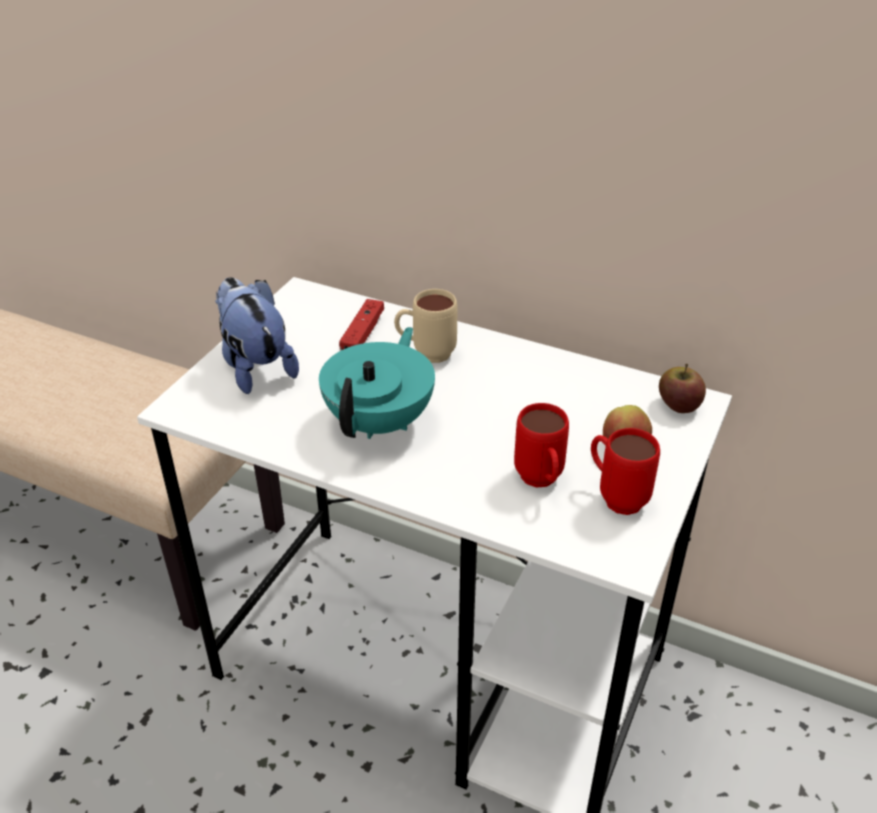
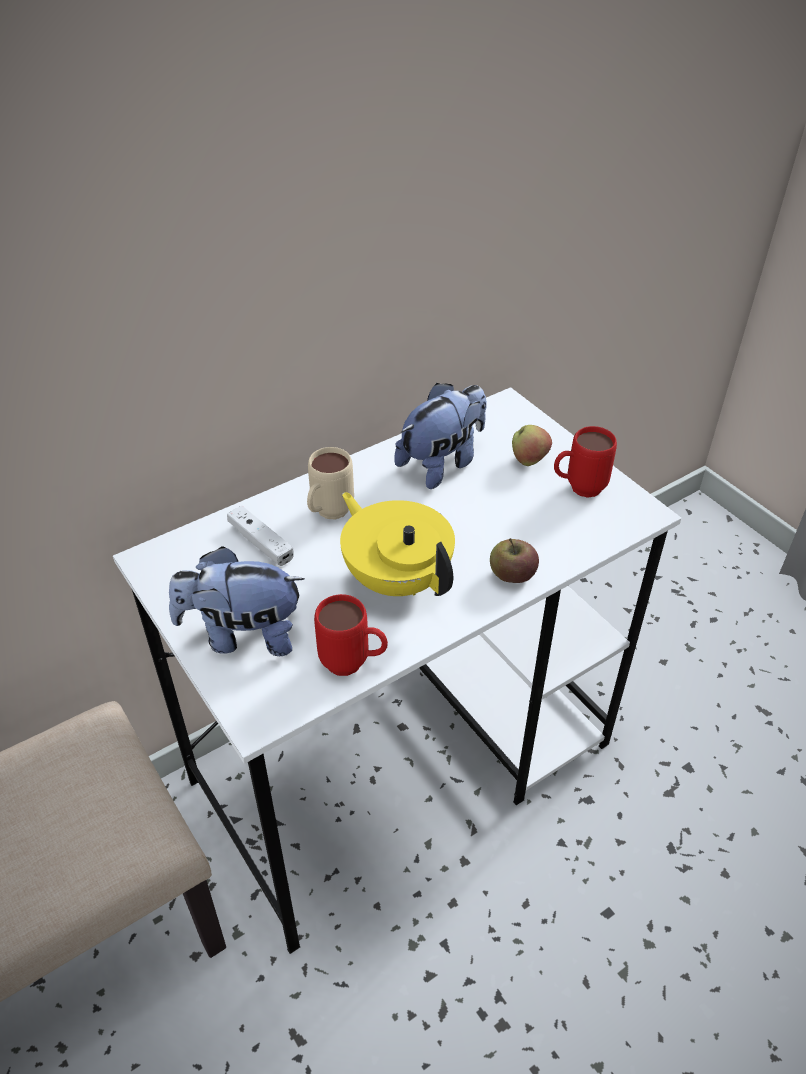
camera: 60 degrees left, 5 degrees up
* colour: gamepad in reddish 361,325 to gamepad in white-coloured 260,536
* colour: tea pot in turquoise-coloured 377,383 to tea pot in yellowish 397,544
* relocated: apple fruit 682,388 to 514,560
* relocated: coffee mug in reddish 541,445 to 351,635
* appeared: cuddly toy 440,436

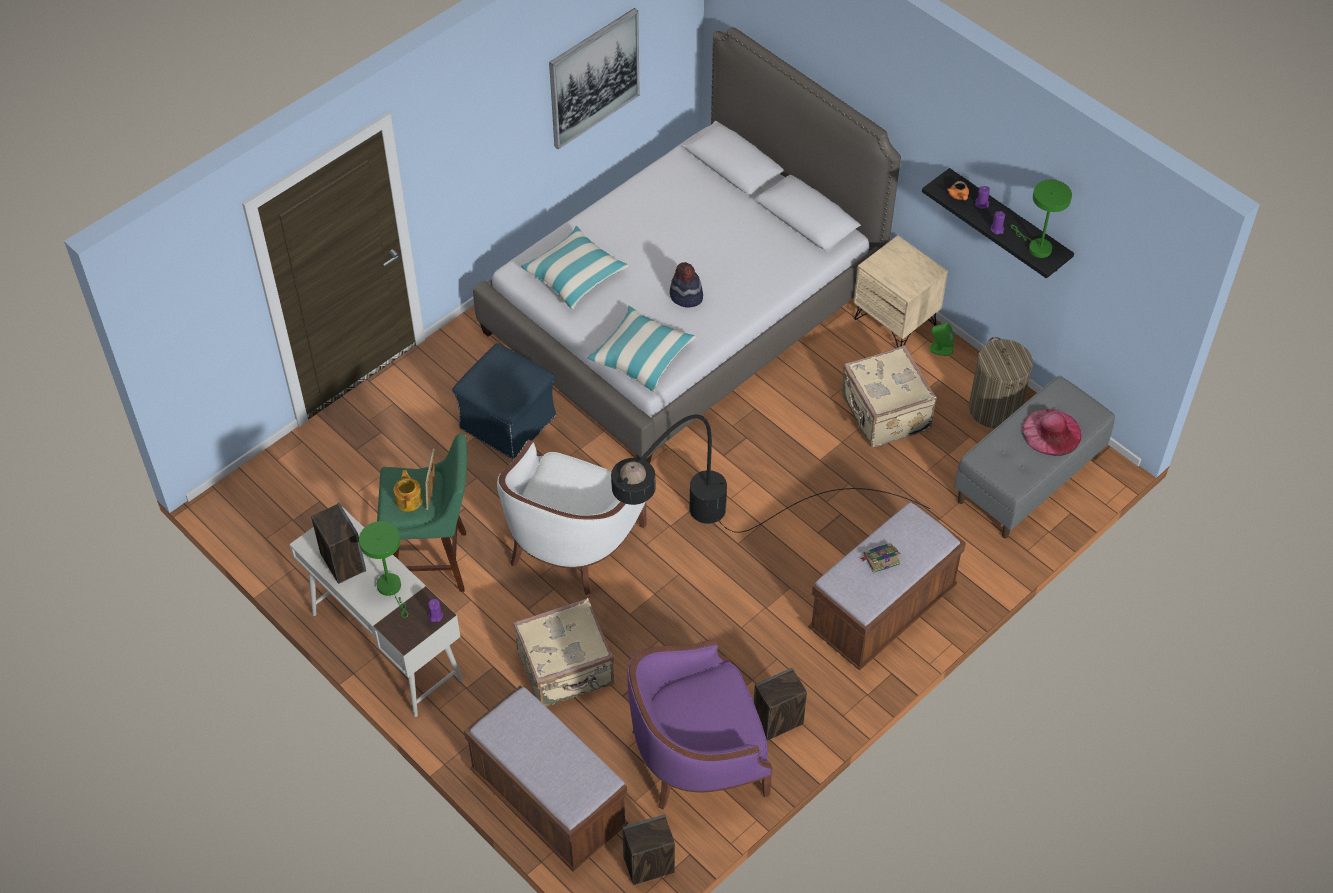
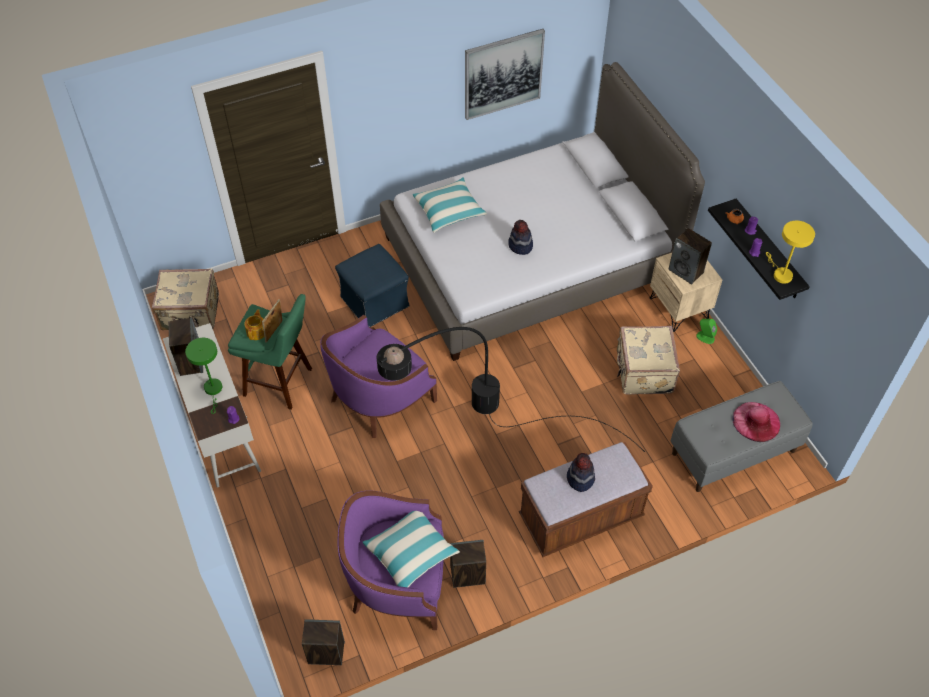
camera: 20 degrees right, 0 degrees up
* colour: tabletop lamp in green-coloured 1041,219 to tabletop lamp in yellowish 790,252
* relocated: pillow 642,349 to 411,549
* missing: washing basket 1001,383
* colour: easy chair in white-coloured 571,517 to easy chair in purple 378,376
* exchanged: volume 880,558 to clothing hat 581,472
* relocated: suitcase in beige-coloured 563,652 to 185,299
* missing: long seat in brown 546,778
* appeared: speaker 690,256

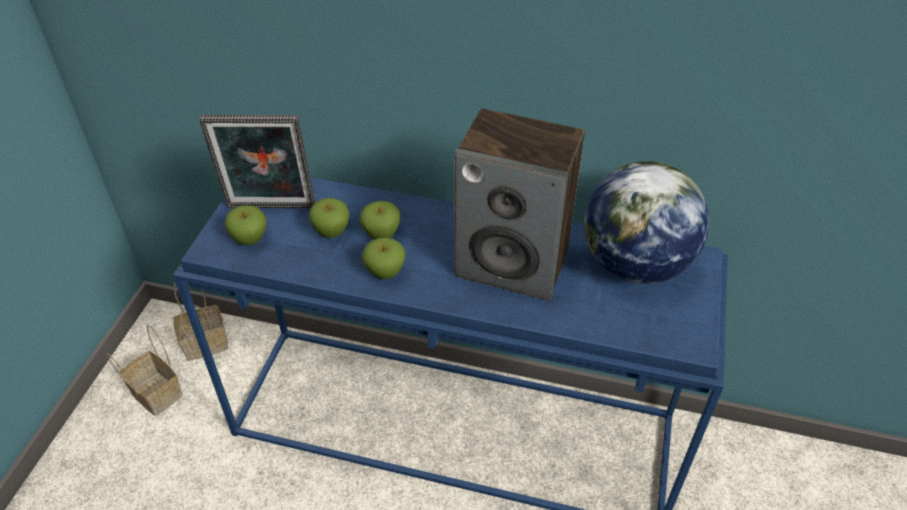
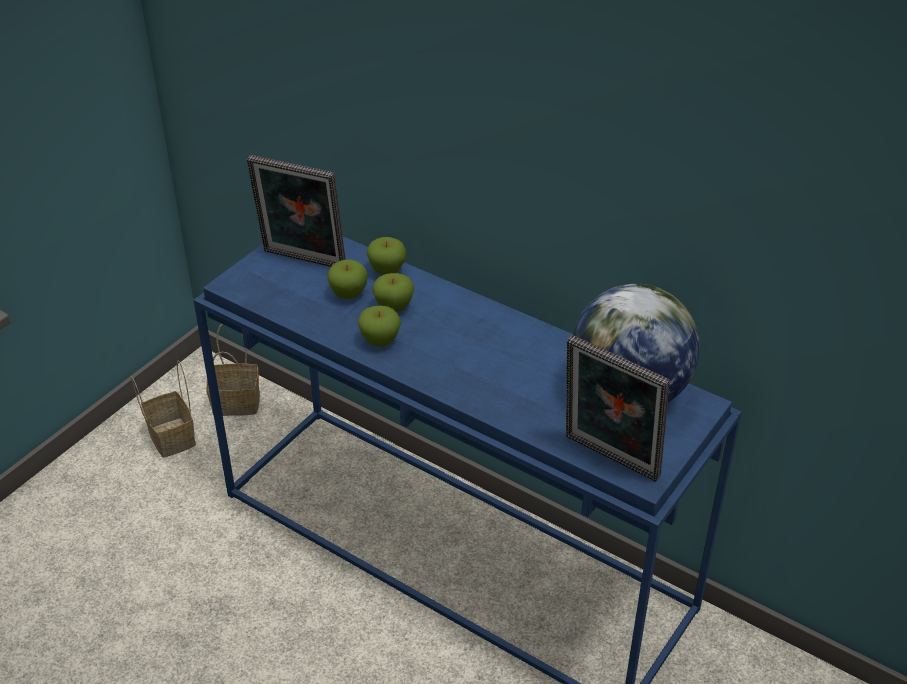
camera: 20 degrees right, 5 degrees down
* missing: speaker 519,204
* relocated: apple fruit 245,225 to 386,256
* appeared: photo frame 618,408

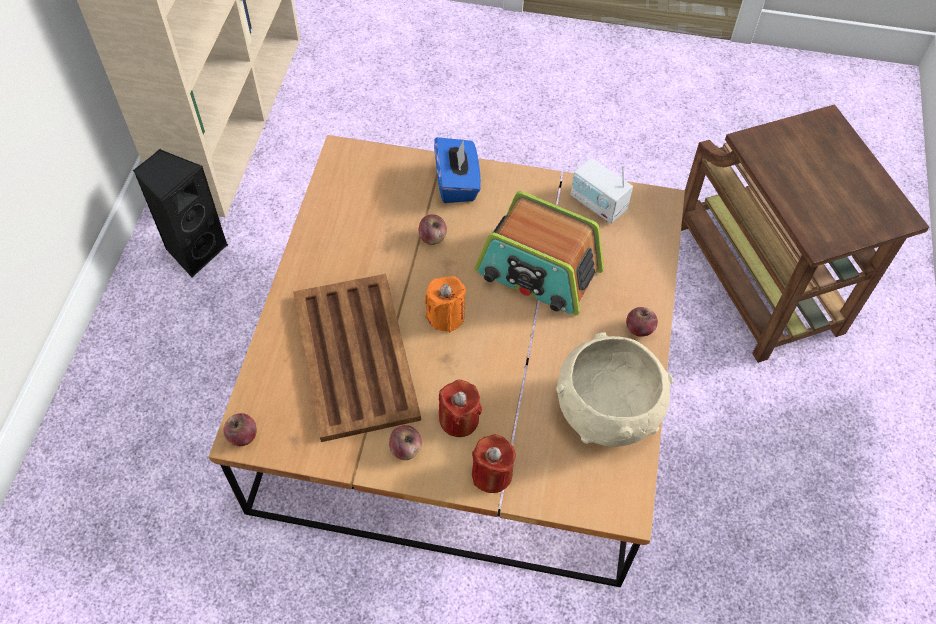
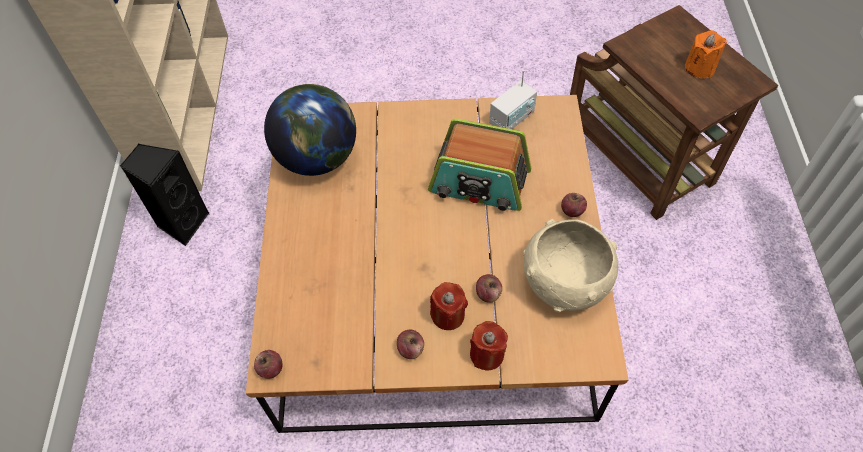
camera: 10 degrees left, 0 degrees up
* missing: box of tissues in bluish 457,170
* spun: radio receiver 602,191 = 513,99 75 degrees counterclockwise
* relocated: apple fruit 433,229 to 489,288
* missing: tray in brown 357,358
* relocated: wax light in orangey 445,304 to 706,54
* appeared: world globe 310,130

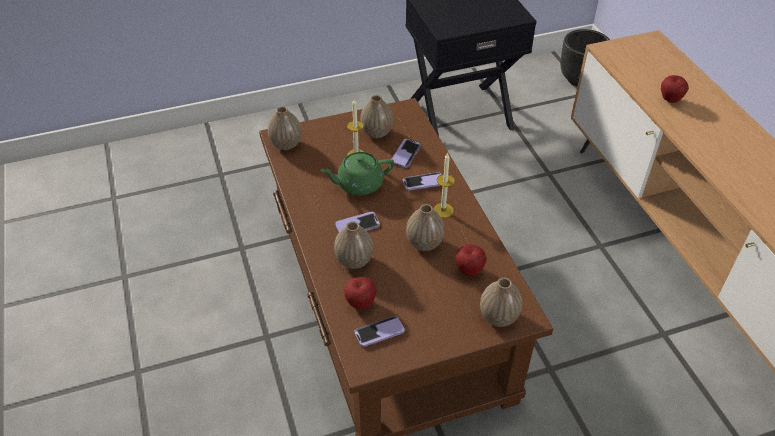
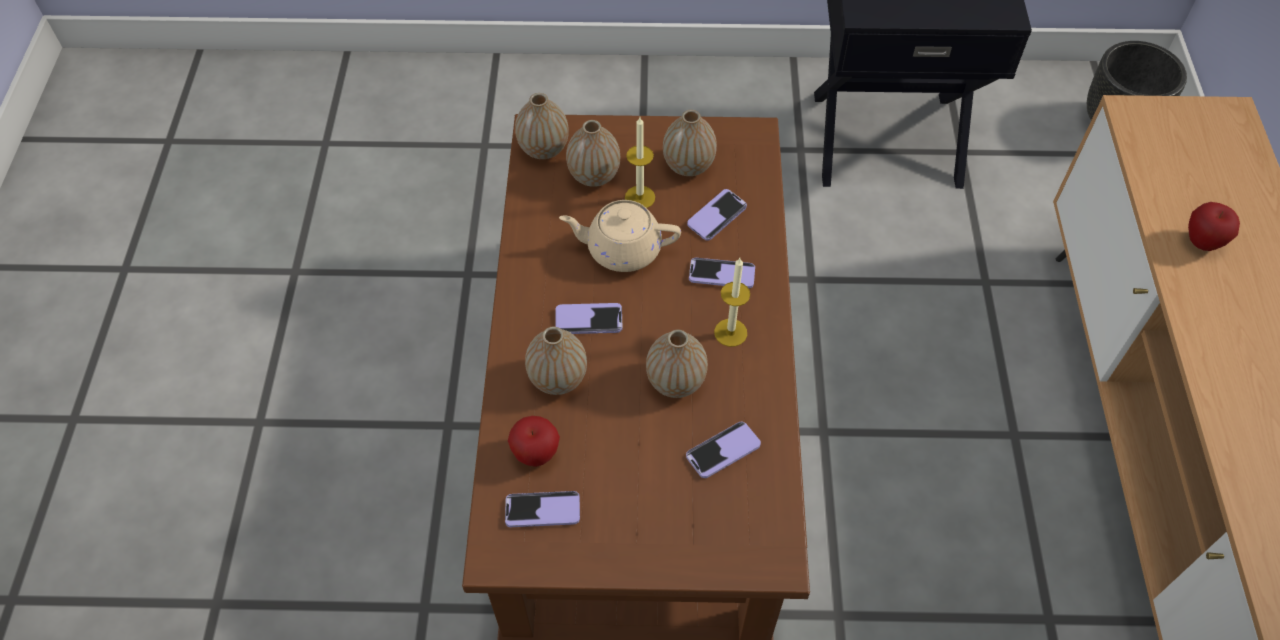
camera: 20 degrees right, 10 degrees up
* colour: tea pot in green-coloured 357,173 to tea pot in beige-coloured 620,236
* exchanged: apple fruit 471,260 to phone 723,450
* relocated: flower vase 501,302 to 593,153

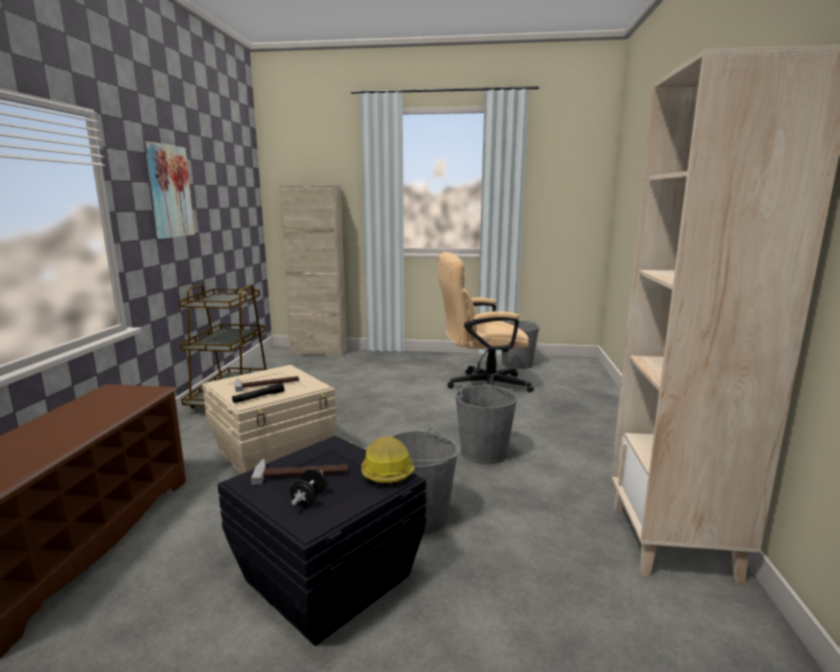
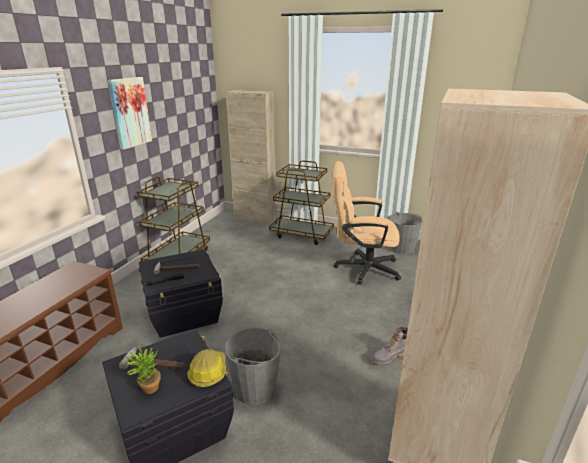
camera: 15 degrees right, 10 degrees up
* colour: storage box in beige-coloured 269,419 to storage box in black 181,293
* missing: water bucket in greyish 486,423
* exchanged: hand weight in black 308,487 to potted plant 141,369
* appeared: trolley in brown 301,202
* appeared: tall boot in greyish 389,346

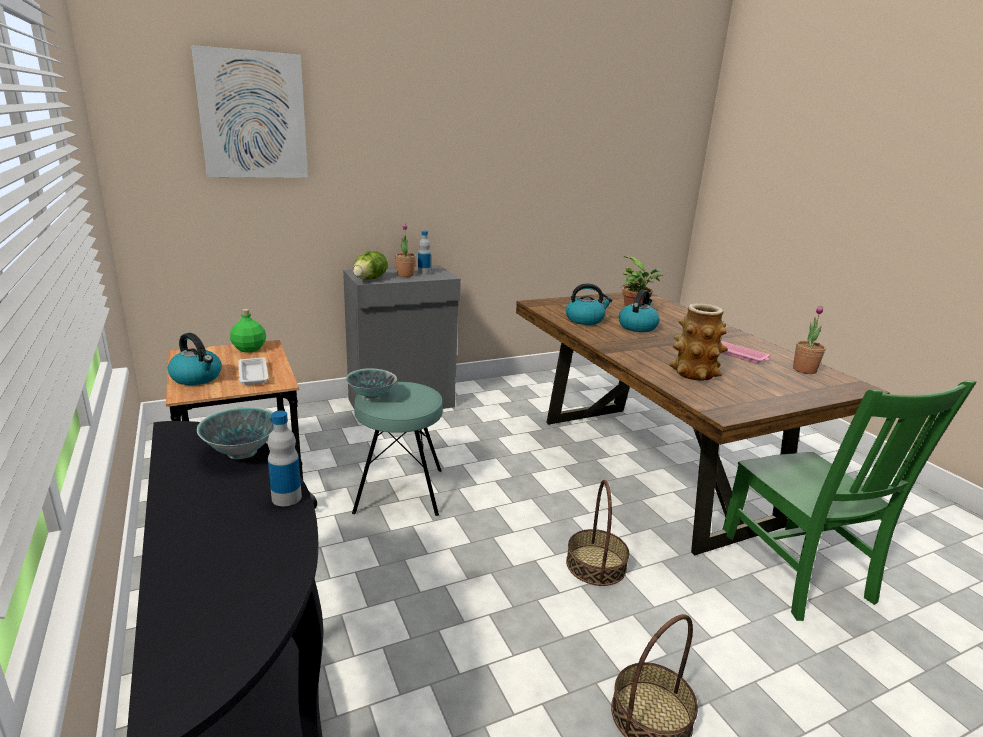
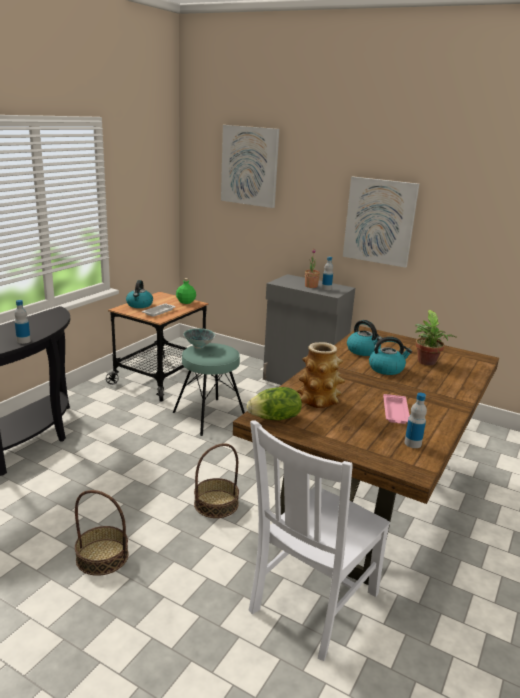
camera: 55 degrees right, 0 degrees up
* relocated: head of lettuce 370,265 to 274,403
* exchanged: potted plant 809,340 to drink bottle 415,420
* colour: chair in green-coloured 849,500 to chair in white-coloured 319,540
* missing: bowl 235,433
* appeared: wall picture 381,222

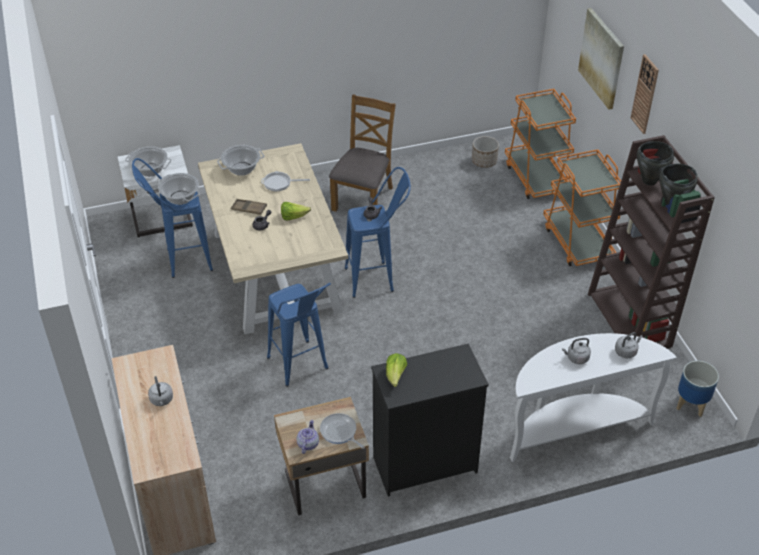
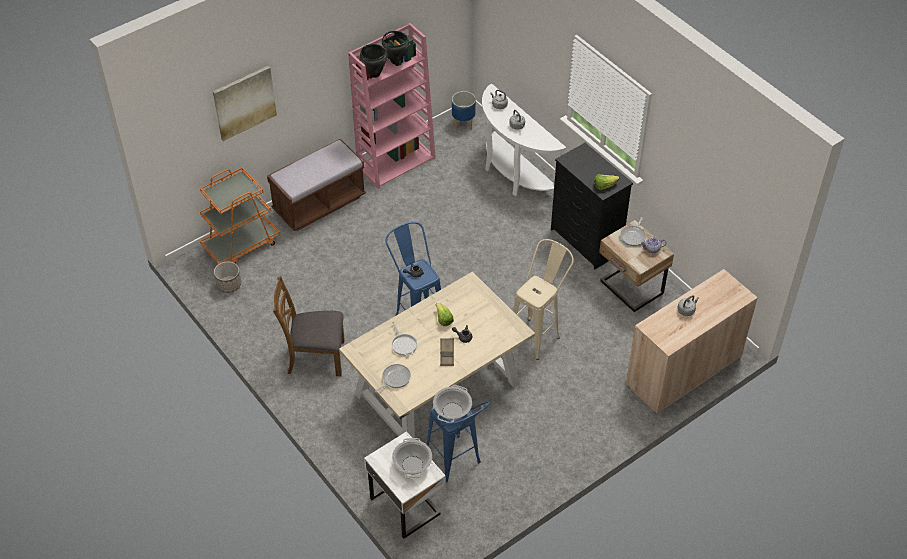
camera: 110 degrees left, 5 degrees up
* missing: clock on the wall 645,94
* colour: shelving unit in brown 651,241 to shelving unit in pink 392,106
* exchanged: cooking pot 240,160 to skillet 393,378
* exchanged: trolley in orangey 582,207 to long seat in brown 316,185
* colour: sitting stool in bluish 299,335 to sitting stool in beige-coloured 543,299

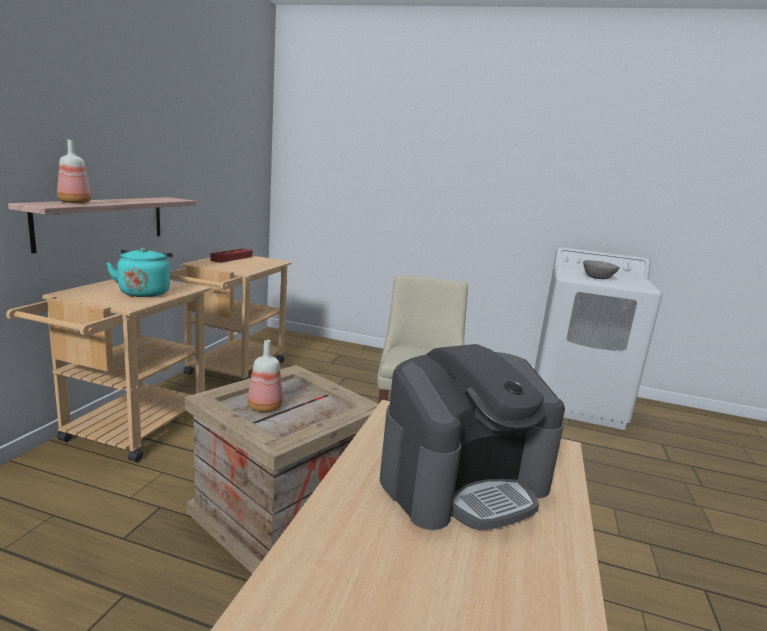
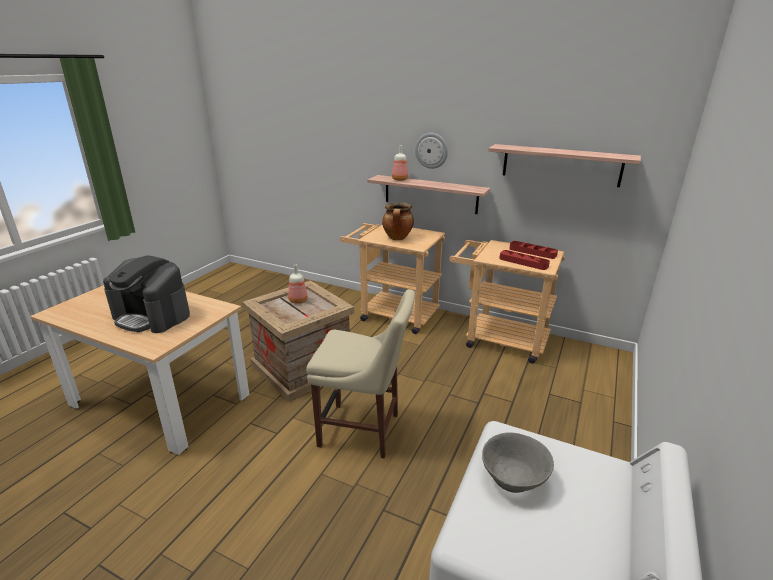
camera: 100 degrees right, 10 degrees up
* exchanged: water kettle in turquoise-coloured 139,272 to cooking pot 398,221
* spun: coffee brewer 472,437 = 146,294 45 degrees counterclockwise
* appeared: clock on the wall 431,151
* appeared: bracket shelf 564,165
* appeared: tray in reddish 524,260

